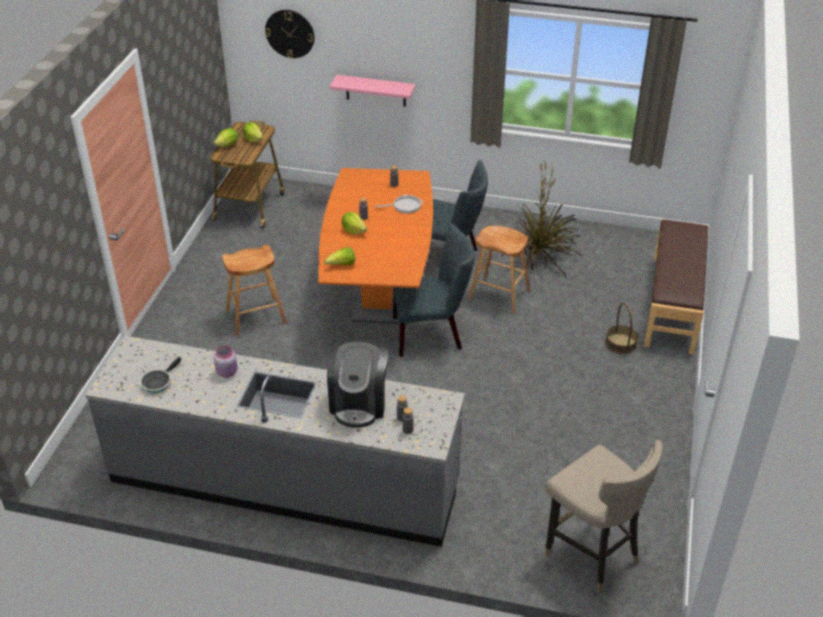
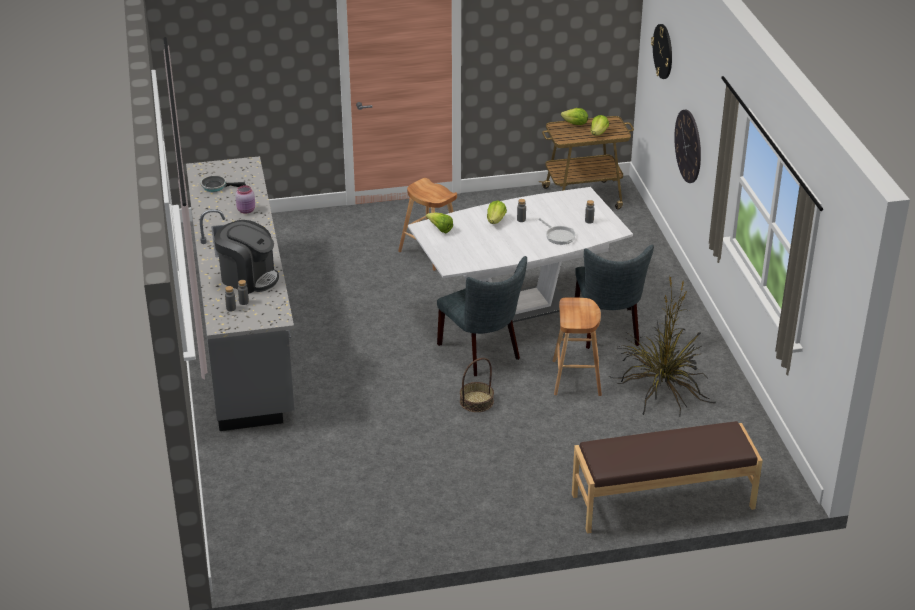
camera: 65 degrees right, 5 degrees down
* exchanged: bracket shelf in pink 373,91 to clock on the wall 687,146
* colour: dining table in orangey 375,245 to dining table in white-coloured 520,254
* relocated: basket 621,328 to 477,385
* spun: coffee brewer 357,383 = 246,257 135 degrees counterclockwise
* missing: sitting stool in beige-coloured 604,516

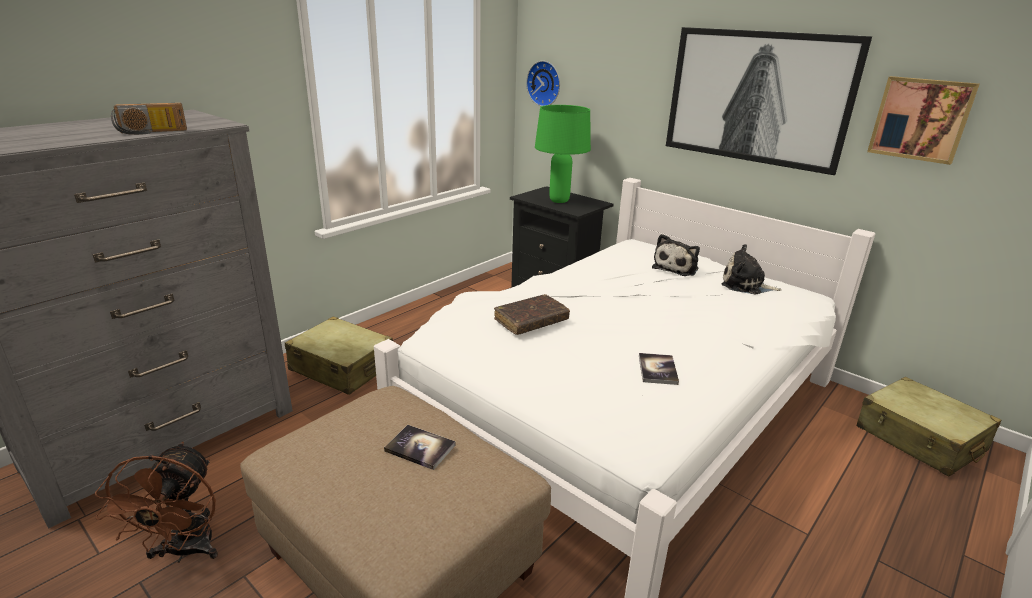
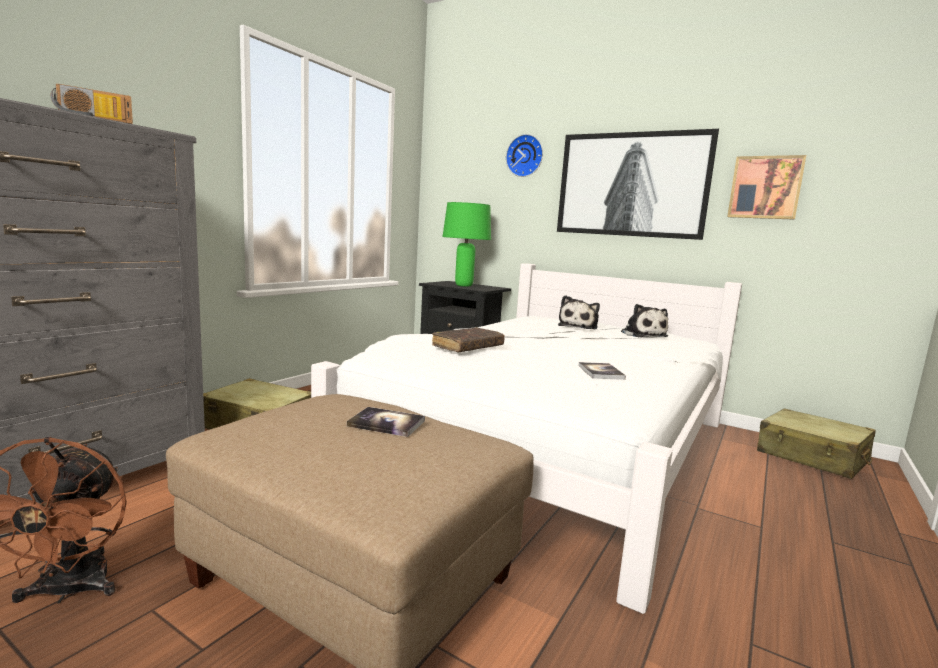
camera: 10 degrees left, 15 degrees down
* relocated: clock on the wall 543,83 to 524,155
* spun: cuddly toy 752,269 = 644,320 120 degrees counterclockwise

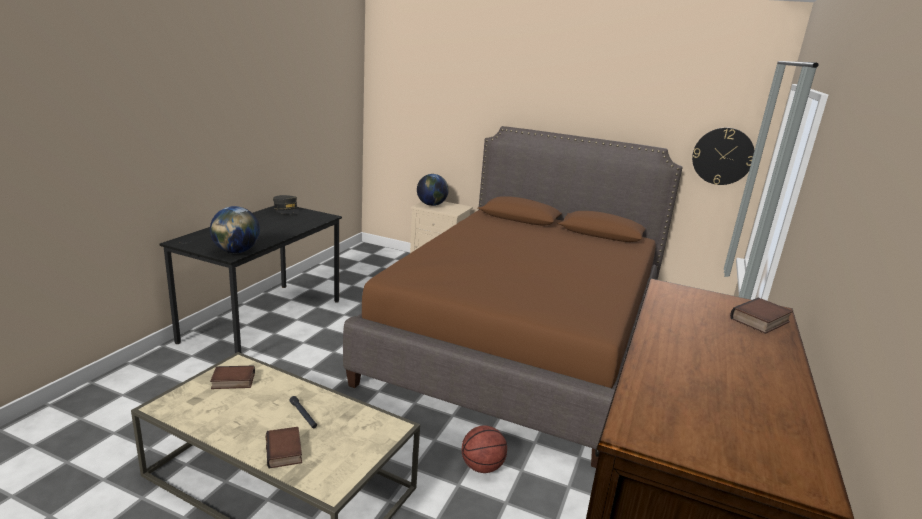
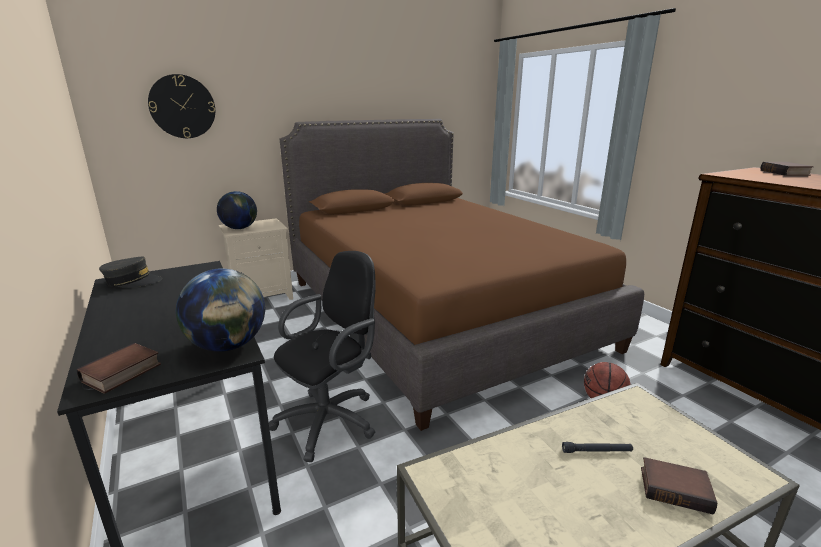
camera: 50 degrees left, 0 degrees up
* relocated: clock on the wall 723,156 to 181,106
* relocated: volume 232,377 to 119,368
* appeared: desk chair in black 322,356

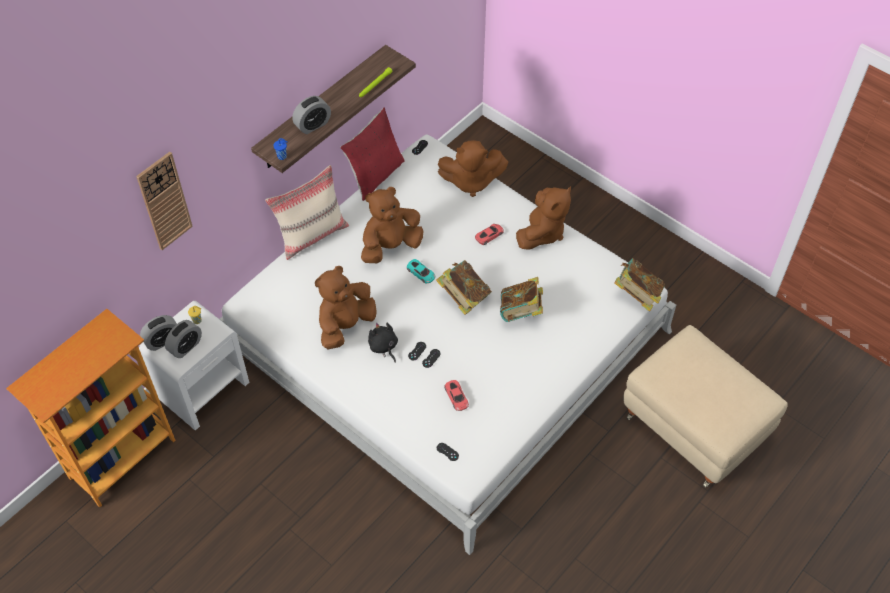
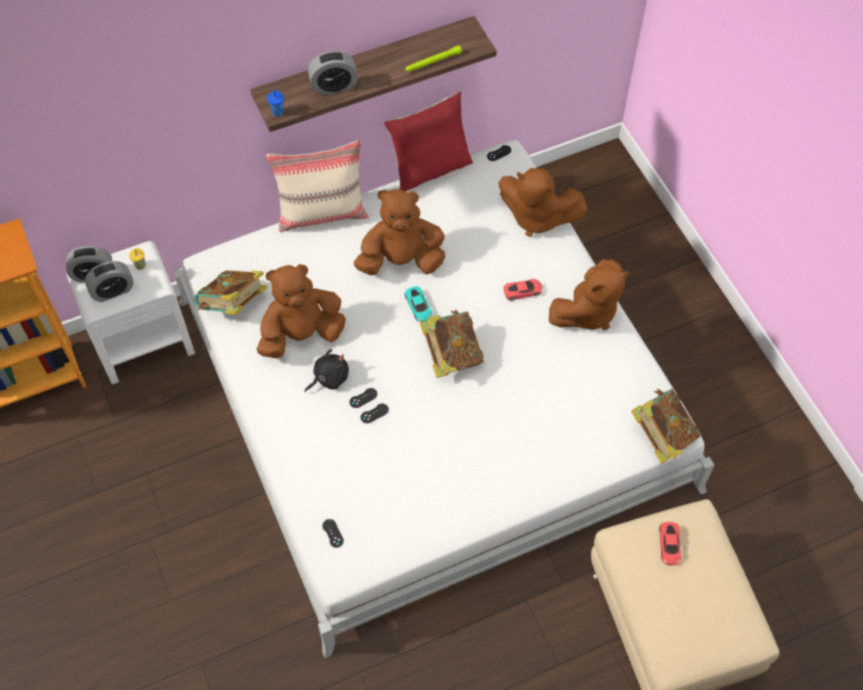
camera: 25 degrees right, 5 degrees up
* missing: clock on the wall 164,201
* relocated: volume 521,299 to 231,292
* spun: cuddly toy in black 383,343 = 326,370 60 degrees clockwise
* relocated: model car in reddish 456,395 to 670,543

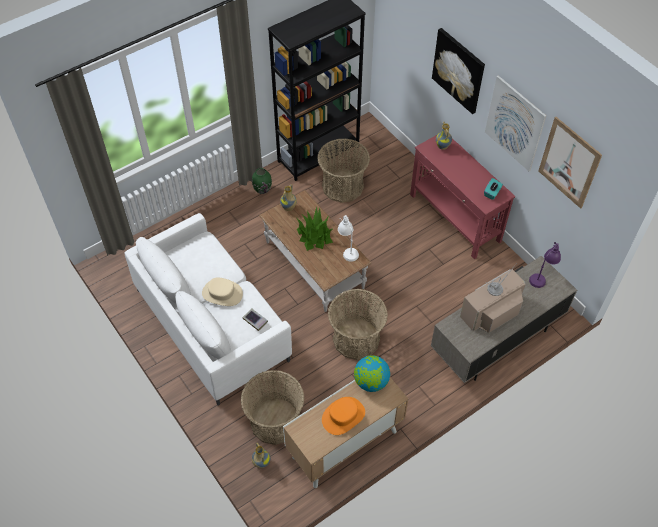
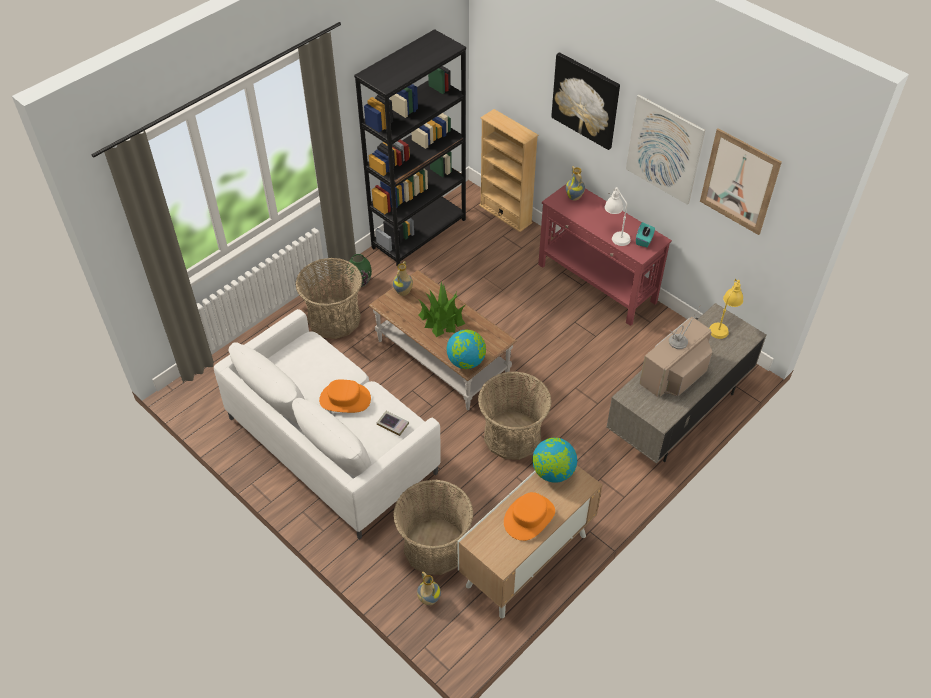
camera: 10 degrees left, 5 degrees down
* relocated: basket 344,170 to 329,298
* relocated: tabletop lamp in white-coloured 348,238 to 618,216
* colour: tabletop lamp in purple 545,265 to tabletop lamp in yellowish 726,309
* colour: clothing hat in beige-coloured 222,291 to clothing hat in orangey 345,396
* appeared: shelving unit in beige-coloured 508,170
* appeared: world globe 466,349

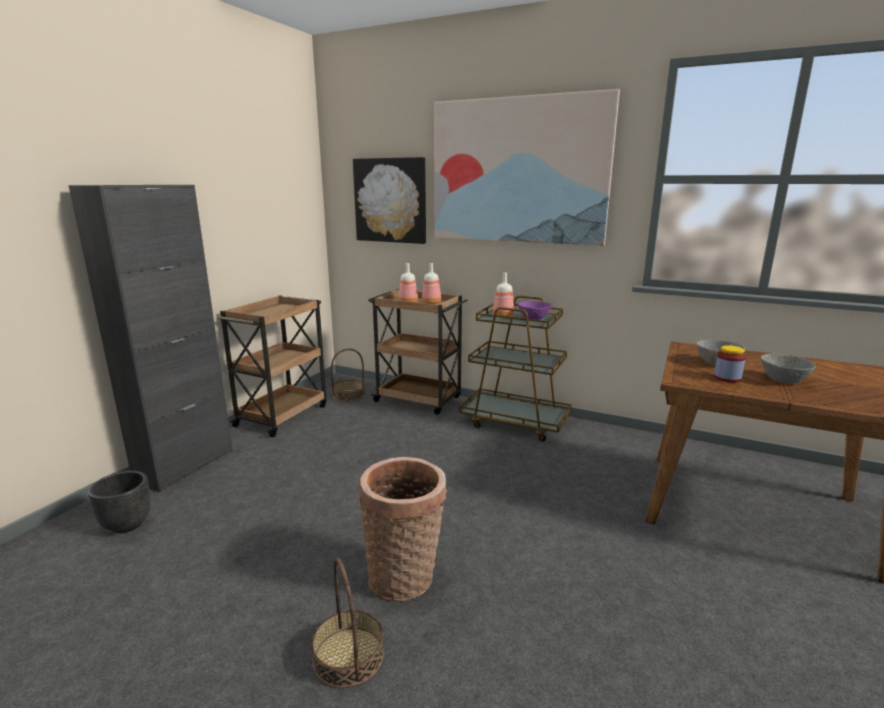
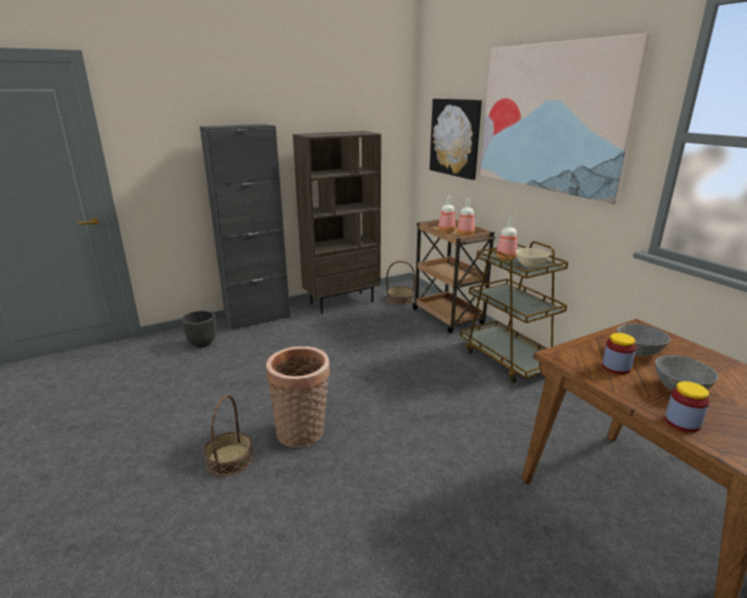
camera: 35 degrees right, 5 degrees up
* exchanged: trolley in brown 272,366 to shelving unit in brown 337,222
* colour: bowl in purple 535,310 to bowl in beige-coloured 533,258
* appeared: jar 687,406

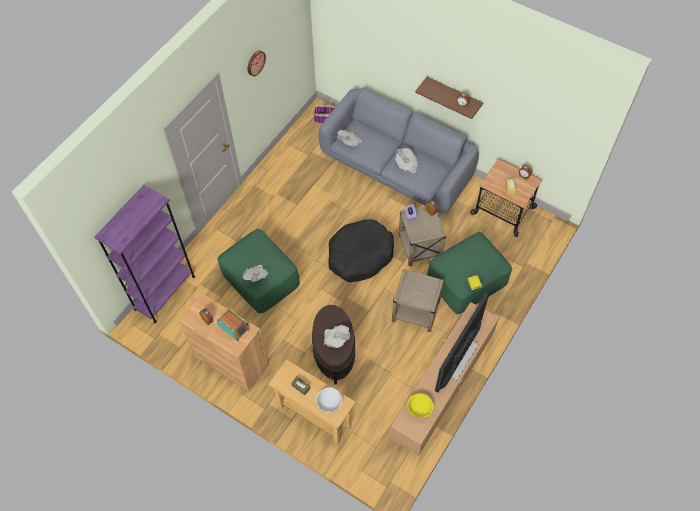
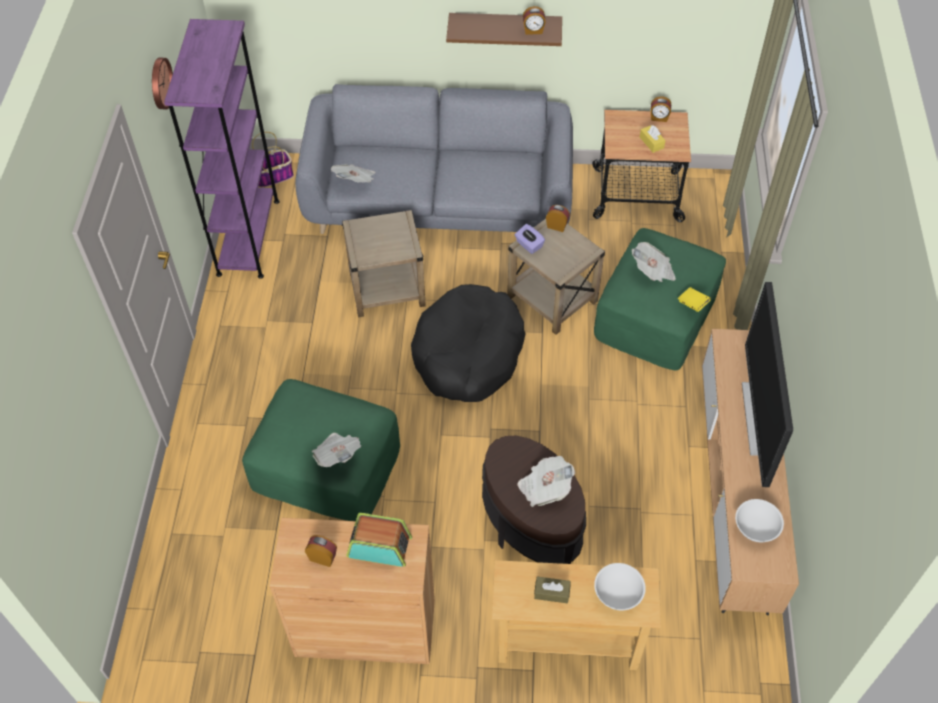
camera: 30 degrees left, 5 degrees down
* relocated: printed paper 407,161 to 654,262
* relocated: shelving unit in purple 144,254 to 222,149
* relocated: accent table in beige-coloured 418,300 to 384,263
* colour: bowl in yellowish 420,405 to bowl in white-coloured 759,520

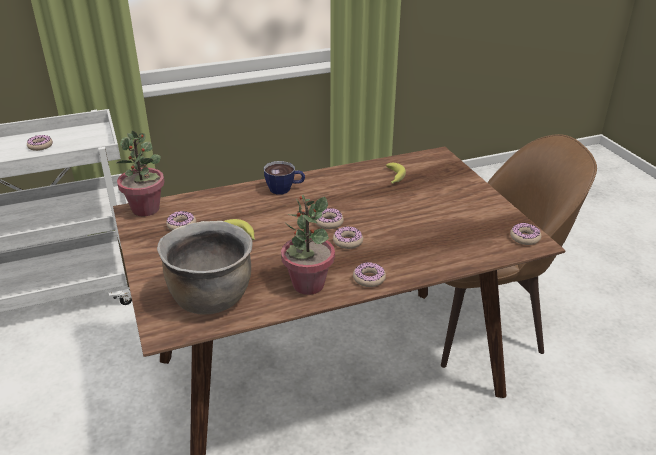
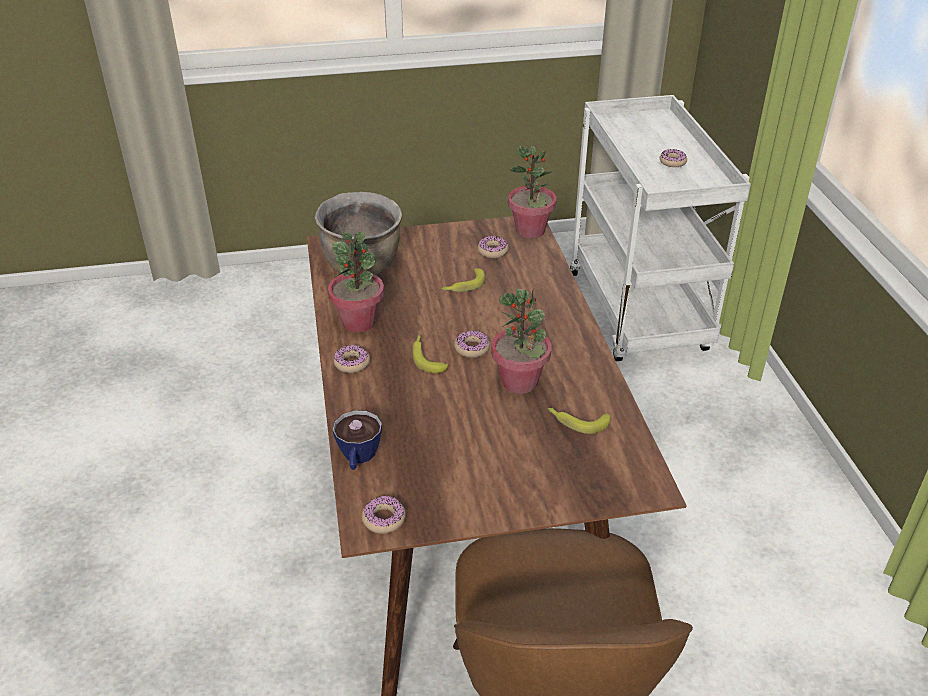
camera: 100 degrees right, 5 degrees up
* relocated: small cup 284,178 to 357,440
* exchanged: doughnut 348,237 to banana fruit 430,354
* appeared: potted plant 521,341

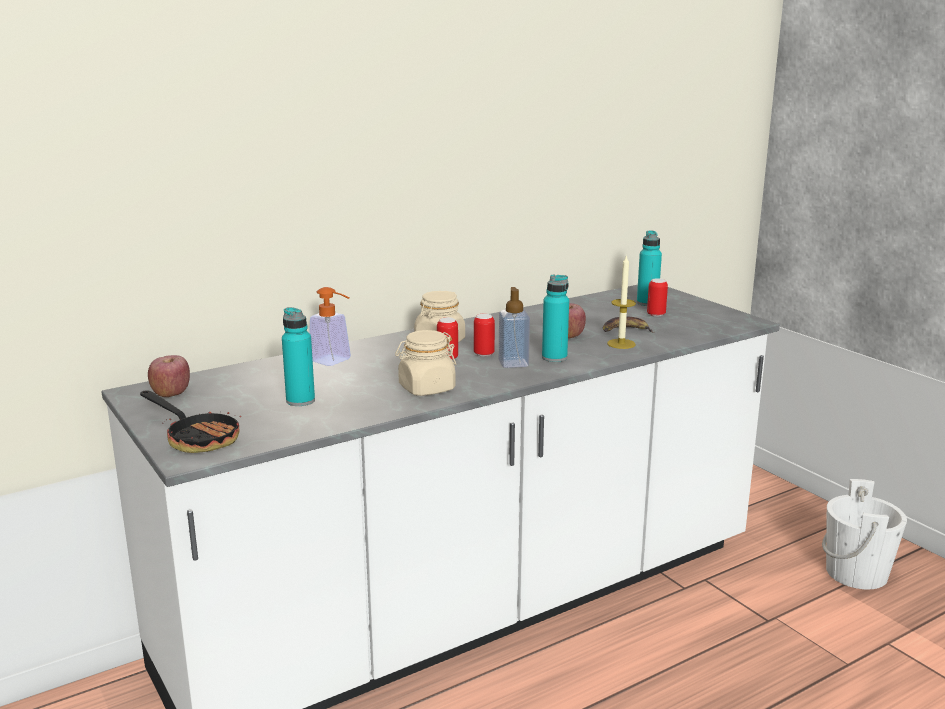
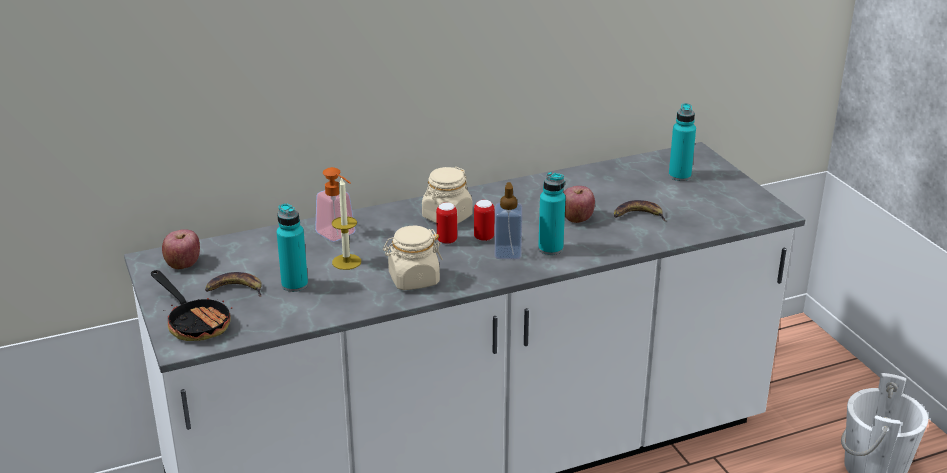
camera: 10 degrees right, 10 degrees up
* relocated: wax light 621,301 to 346,223
* missing: metal can 657,297
* appeared: banana fruit 233,284

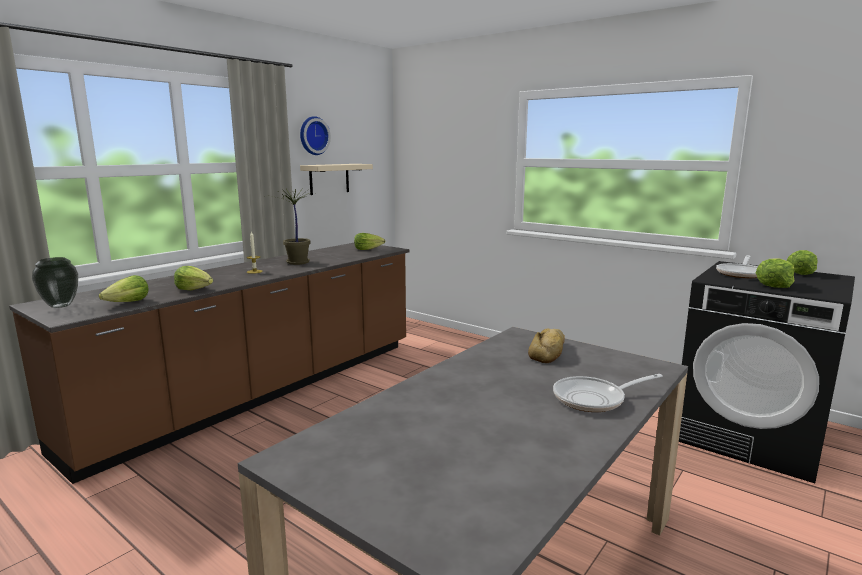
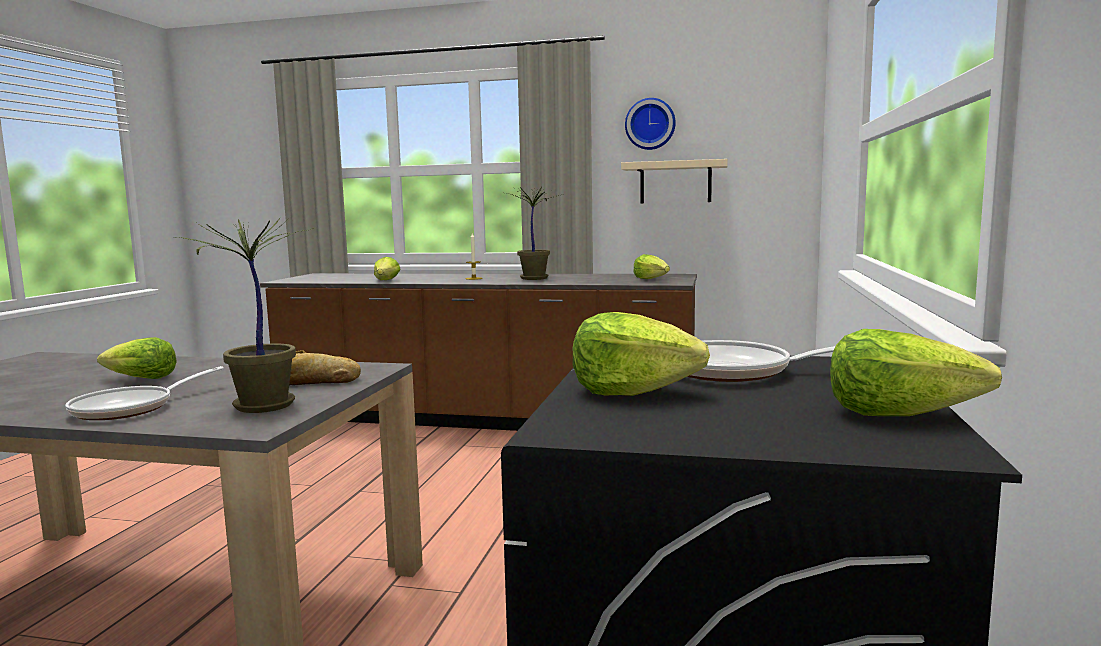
camera: 65 degrees right, 5 degrees down
* missing: flower vase 55,282
* relocated: head of lettuce 124,288 to 137,358
* spun: skillet 608,393 = 144,393 105 degrees counterclockwise
* appeared: potted plant 246,315

